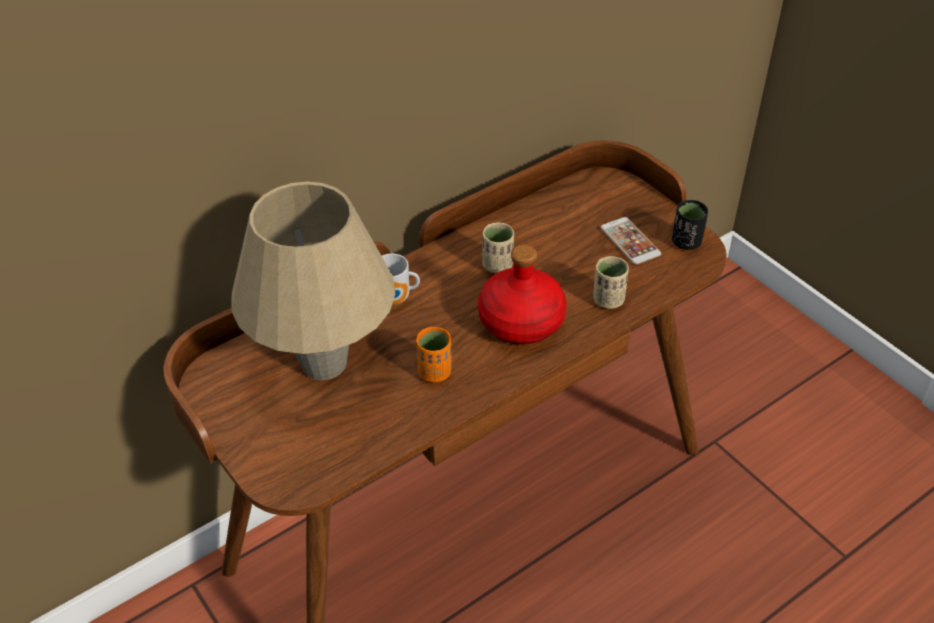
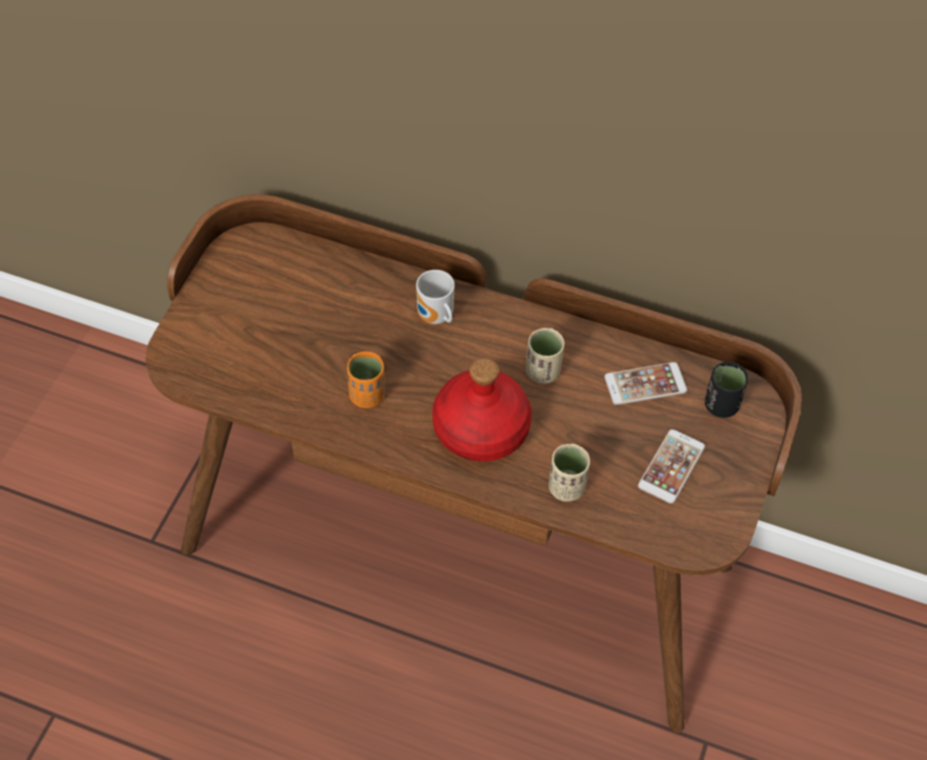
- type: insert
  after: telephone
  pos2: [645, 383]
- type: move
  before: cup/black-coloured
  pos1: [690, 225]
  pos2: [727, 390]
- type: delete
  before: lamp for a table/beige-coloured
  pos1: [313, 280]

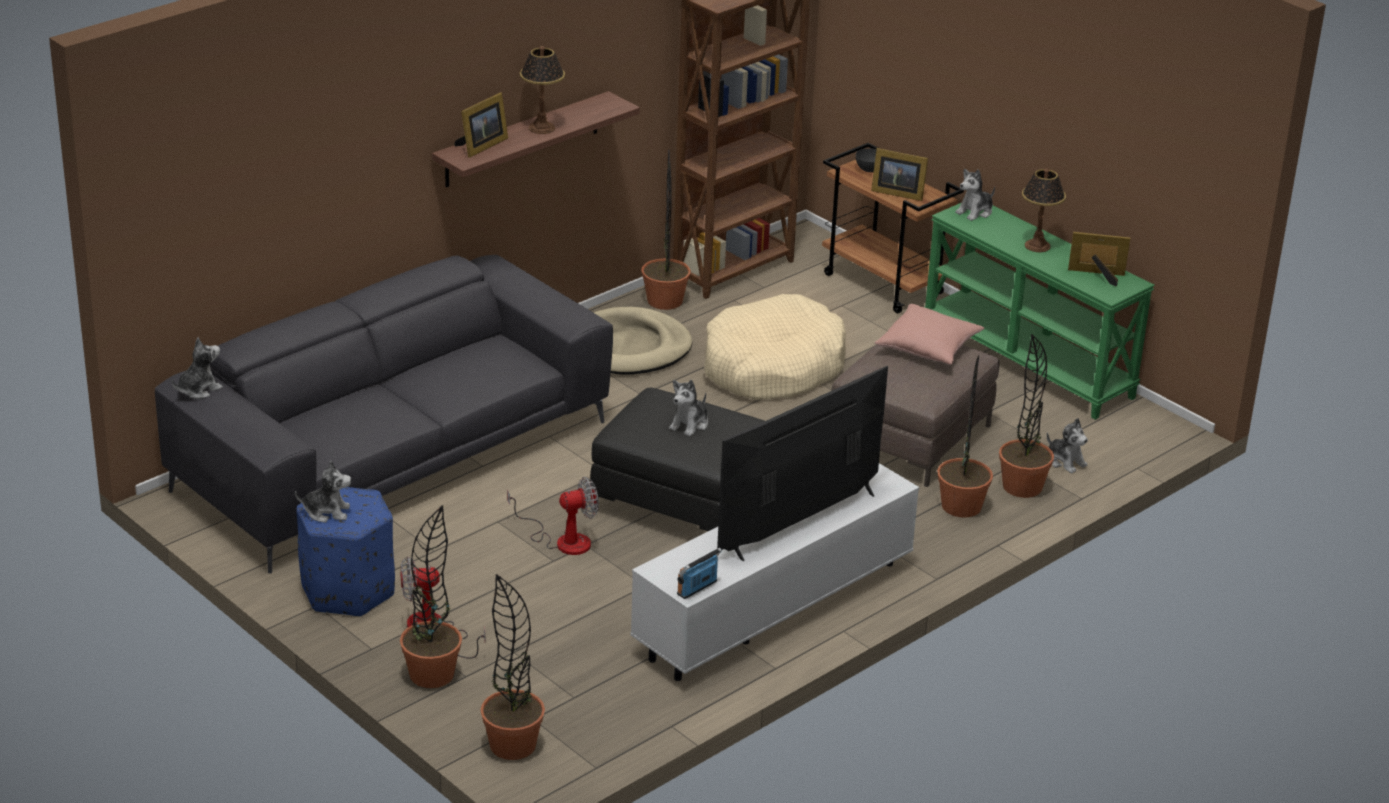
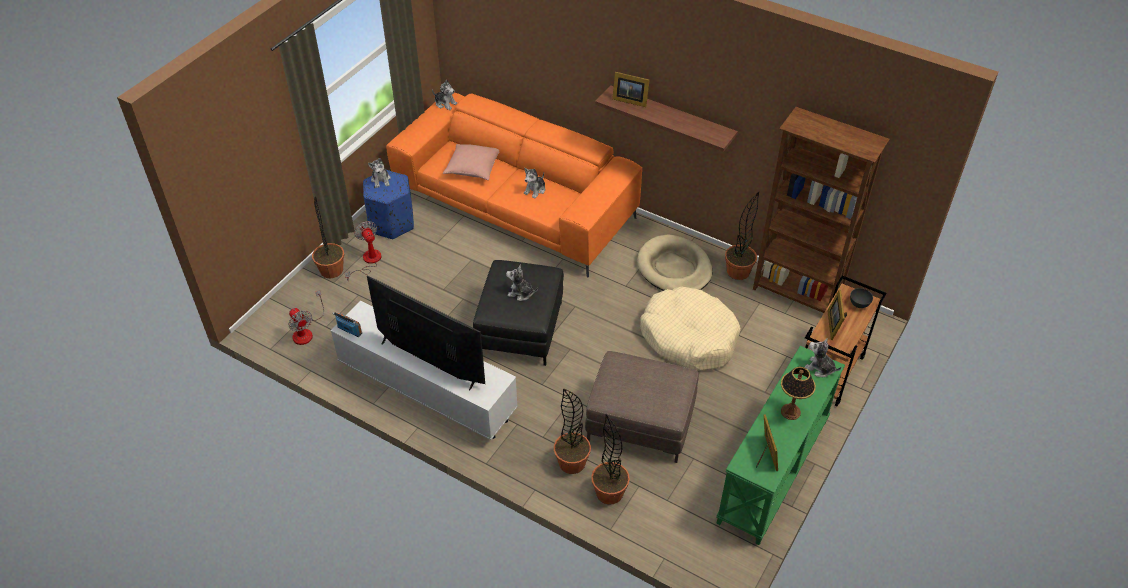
- type: move
  before: electric fan
  pos1: [553, 516]
  pos2: [306, 317]
- type: recolor
  before: couch/grey
  after: couch/orangey
  pos1: [384, 414]
  pos2: [514, 185]
- type: move
  before: cushion/pink
  pos1: [929, 334]
  pos2: [471, 162]
- type: move
  before: cuddly toy
  pos1: [1067, 445]
  pos2: [534, 183]
- type: delete
  before: potted plant
  pos1: [513, 667]
- type: delete
  before: lamp for a table
  pos1: [542, 90]

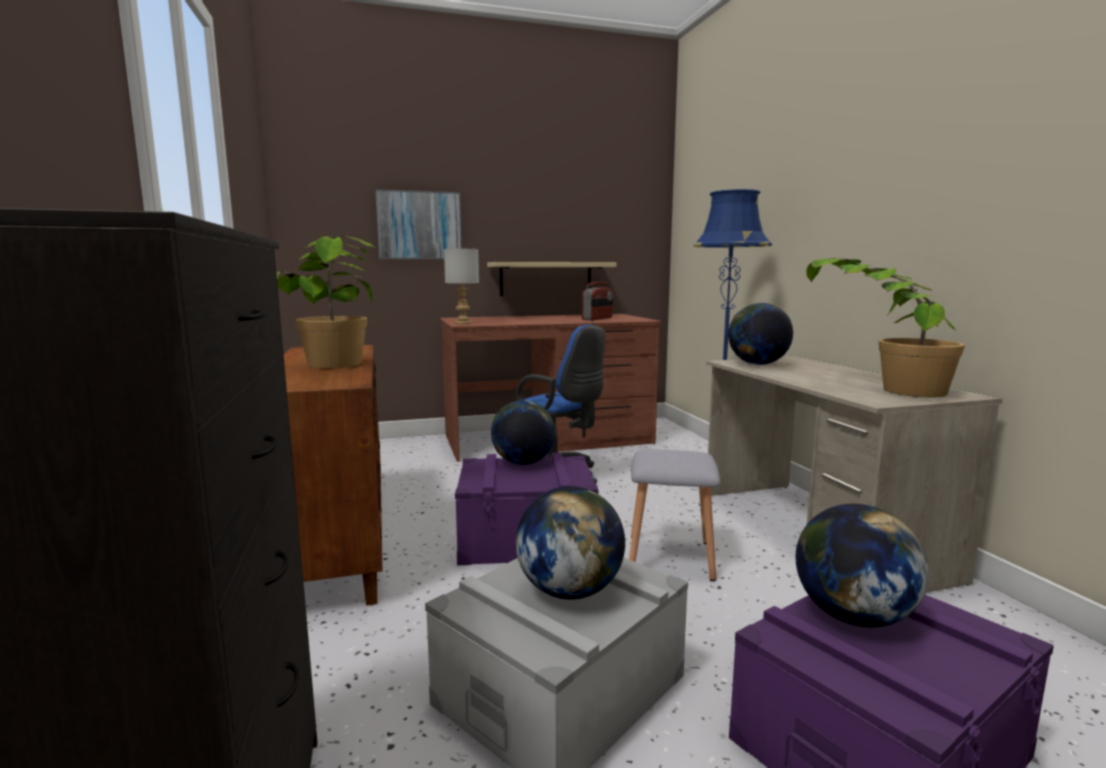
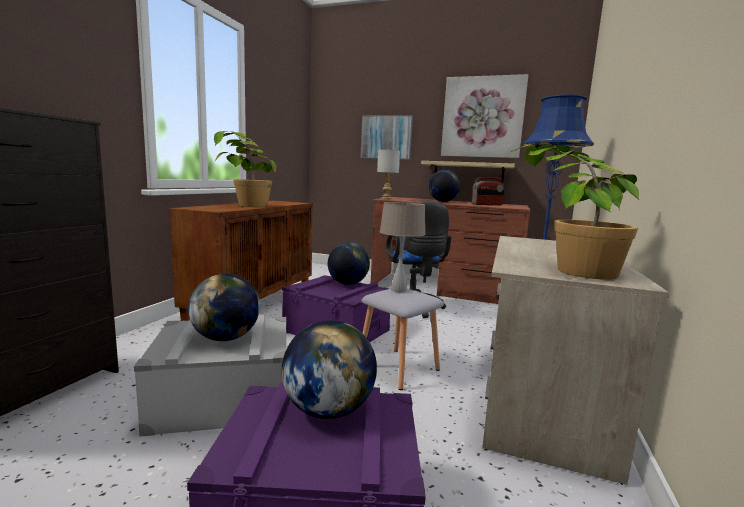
- type: insert
  after: lamp for a table/beige-coloured
  pos2: [402, 246]
- type: move
  before: desk globe
  pos1: [760, 334]
  pos2: [445, 186]
- type: insert
  after: wall art
  pos2: [485, 116]

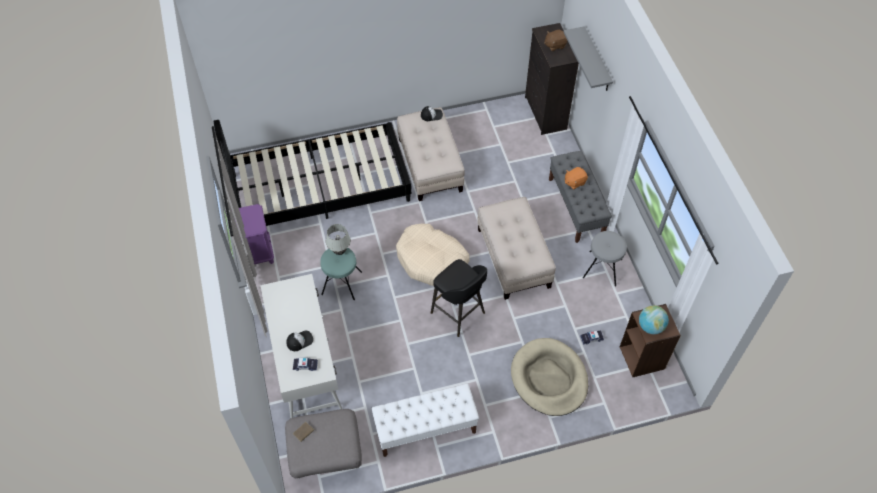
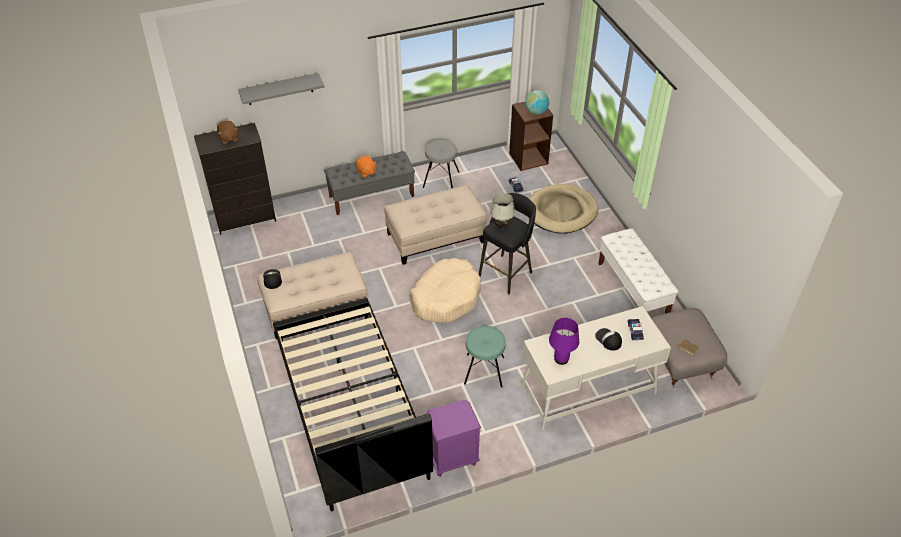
- type: move
  before: lamp for a table/white
  pos1: [338, 239]
  pos2: [502, 210]
- type: insert
  after: lamp for a table/purple-coloured
  pos2: [564, 341]

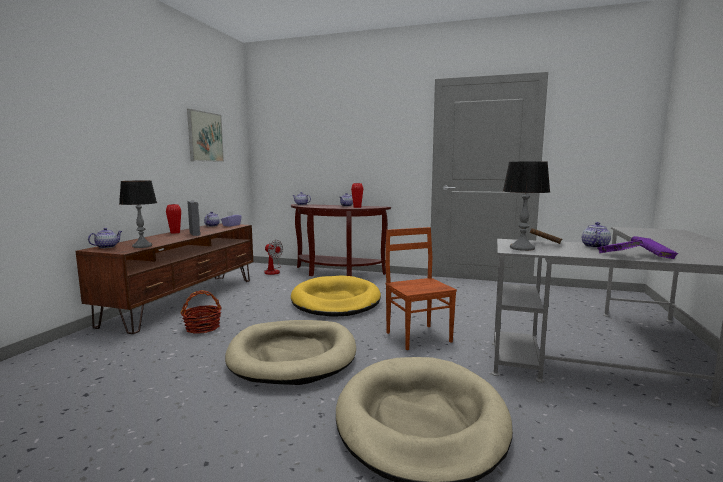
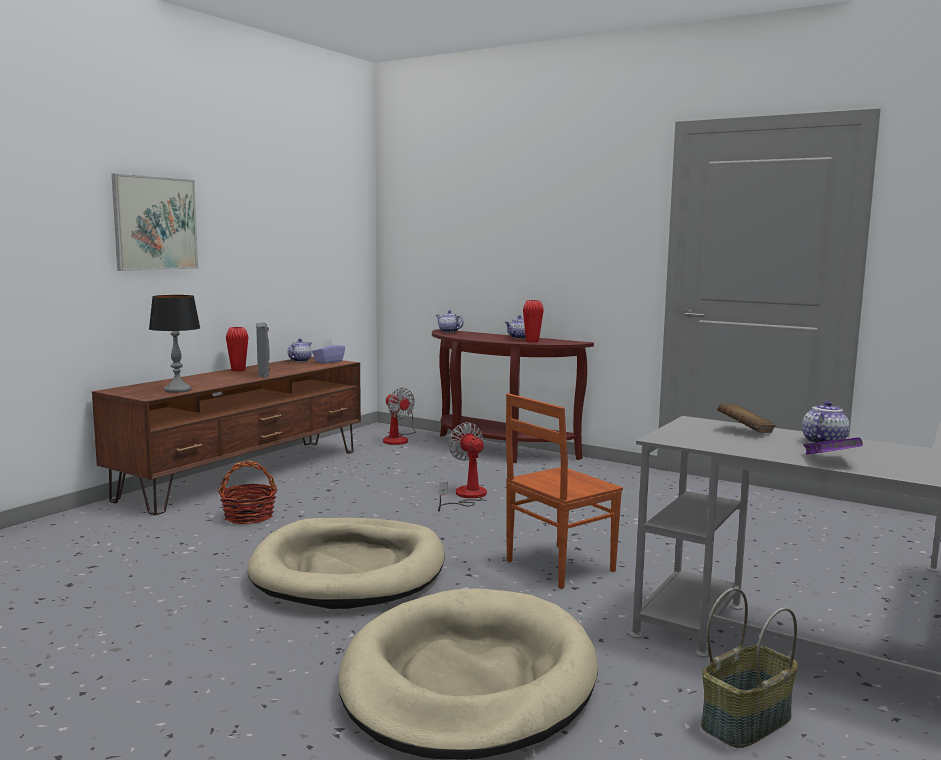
- type: move
  before: wall art
  pos1: [205, 135]
  pos2: [155, 222]
- type: replace
  before: dog bed/yellowish
  after: electric fan
  pos1: [336, 296]
  pos2: [462, 466]
- type: rotate
  before: chair/brown
  pos1: [421, 288]
  pos2: [564, 491]
  turn: -120
- type: insert
  after: storage basket
  pos2: [749, 668]
- type: delete
  before: tea pot
  pos1: [105, 238]
- type: delete
  before: lamp for a table
  pos1: [526, 206]
- type: delete
  before: book/purple-coloured
  pos1: [654, 247]

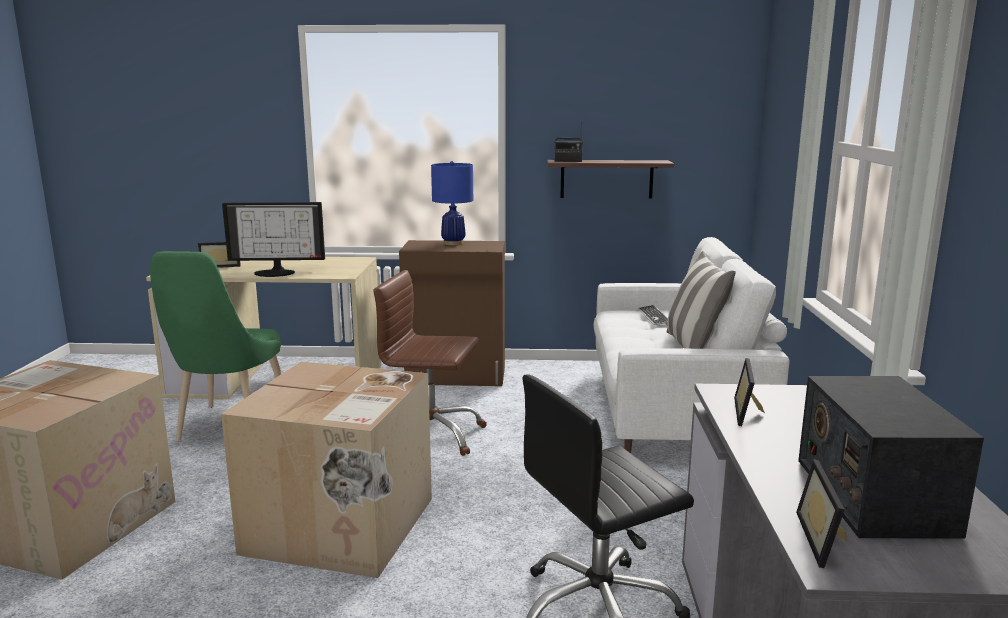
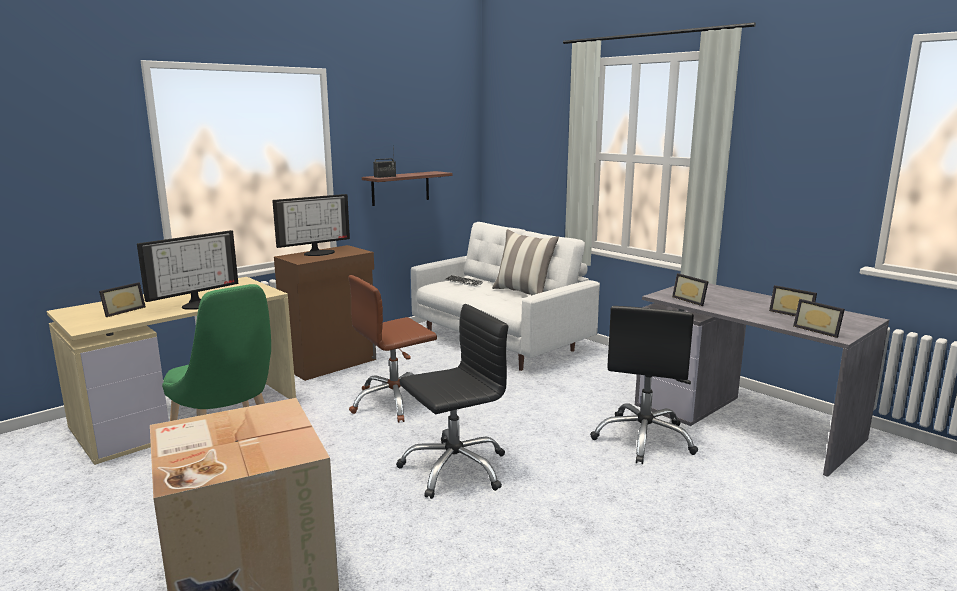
- type: replace
  before: lamp for a table/blue-coloured
  after: monitor
  pos1: [452, 203]
  pos2: [311, 225]
- type: replace
  before: packing box
  after: computer chair/black-coloured
  pos1: [326, 470]
  pos2: [452, 401]
- type: replace
  before: radio set
  after: standing frame
  pos1: [891, 457]
  pos2: [793, 300]

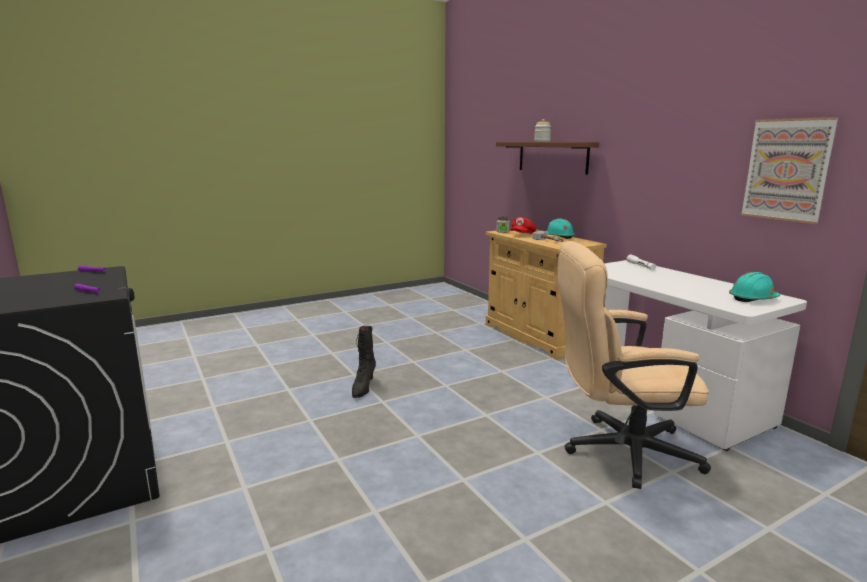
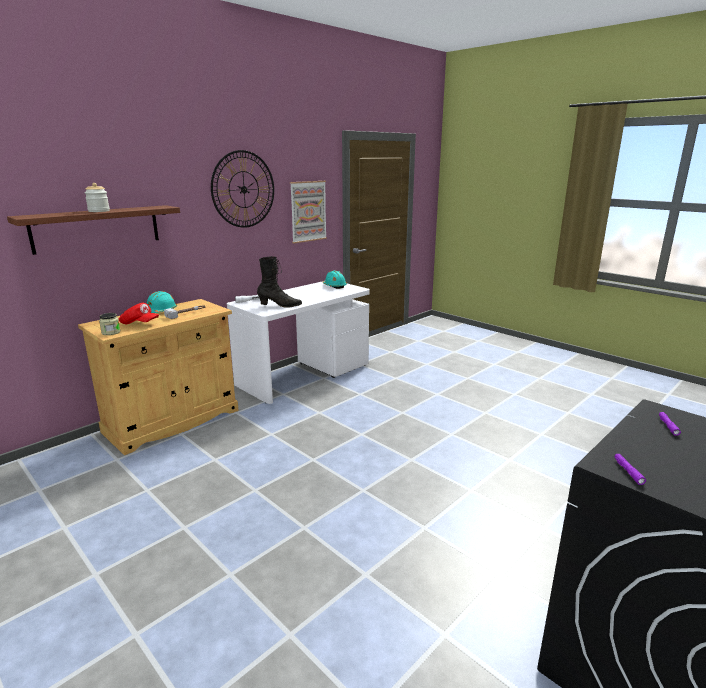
- type: insert
  after: wall clock
  pos2: [242, 189]
- type: move
  before: boot/black-coloured
  pos1: [364, 362]
  pos2: [279, 282]
- type: delete
  before: computer chair/beige-coloured
  pos1: [634, 365]

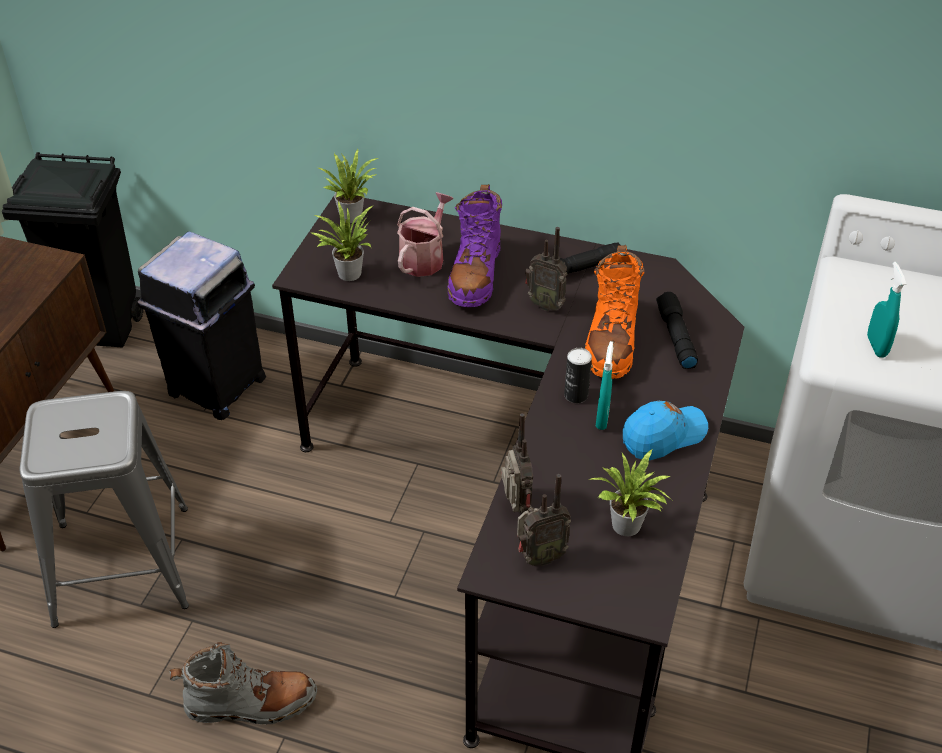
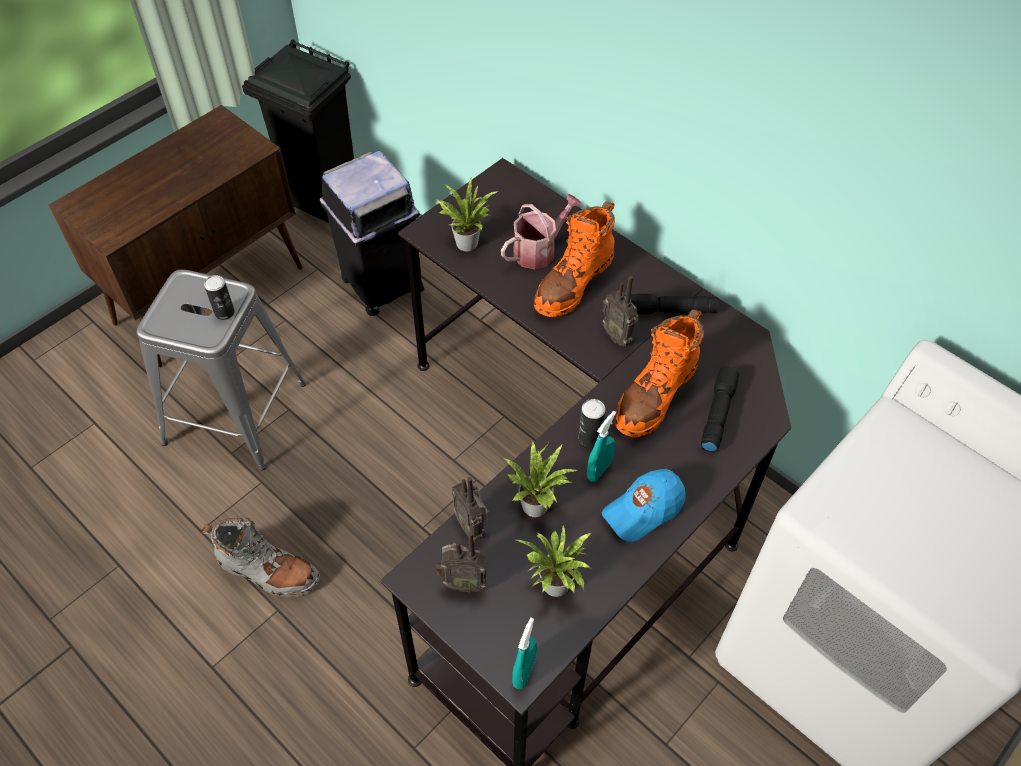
- type: insert
  after: can
  pos2: [219, 297]
- type: rotate
  before: radio set
  pos1: [517, 463]
  pos2: [470, 509]
  turn: 135
- type: move
  before: potted plant
  pos1: [348, 186]
  pos2: [540, 479]
- type: move
  before: spray bottle/turquoise
  pos1: [886, 310]
  pos2: [524, 653]
- type: recolor
  before: boot/purple-coloured
  after: boot/orangey
  pos1: [475, 245]
  pos2: [574, 259]
- type: rotate
  before: baseball cap/blue-coloured
  pos1: [665, 430]
  pos2: [643, 505]
  turn: 150

